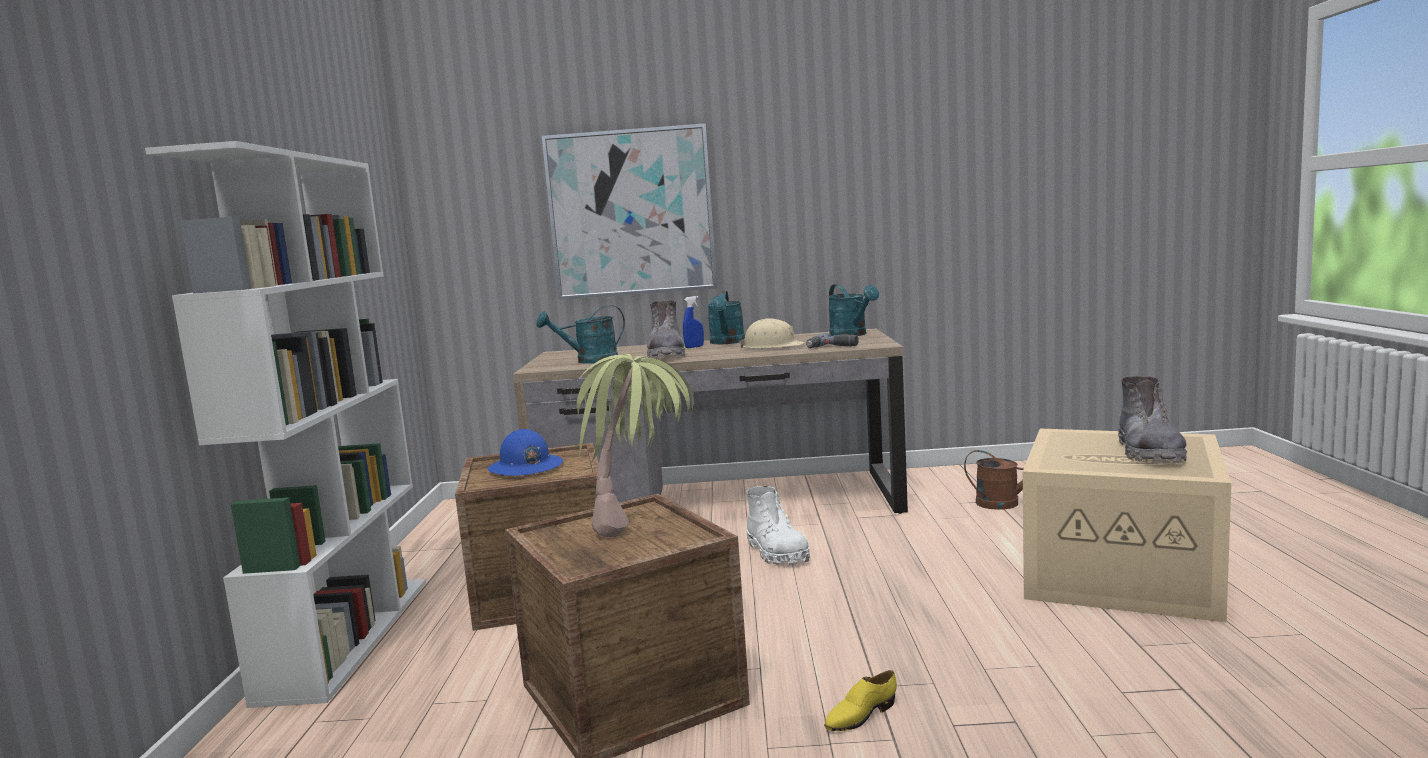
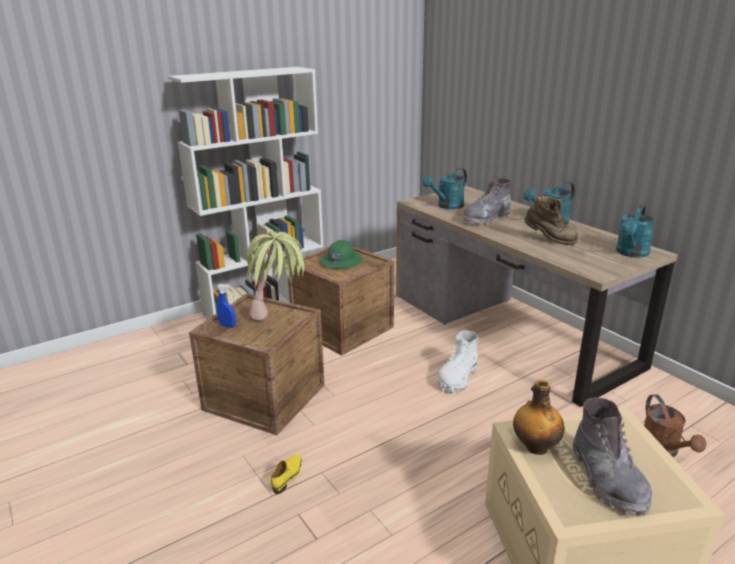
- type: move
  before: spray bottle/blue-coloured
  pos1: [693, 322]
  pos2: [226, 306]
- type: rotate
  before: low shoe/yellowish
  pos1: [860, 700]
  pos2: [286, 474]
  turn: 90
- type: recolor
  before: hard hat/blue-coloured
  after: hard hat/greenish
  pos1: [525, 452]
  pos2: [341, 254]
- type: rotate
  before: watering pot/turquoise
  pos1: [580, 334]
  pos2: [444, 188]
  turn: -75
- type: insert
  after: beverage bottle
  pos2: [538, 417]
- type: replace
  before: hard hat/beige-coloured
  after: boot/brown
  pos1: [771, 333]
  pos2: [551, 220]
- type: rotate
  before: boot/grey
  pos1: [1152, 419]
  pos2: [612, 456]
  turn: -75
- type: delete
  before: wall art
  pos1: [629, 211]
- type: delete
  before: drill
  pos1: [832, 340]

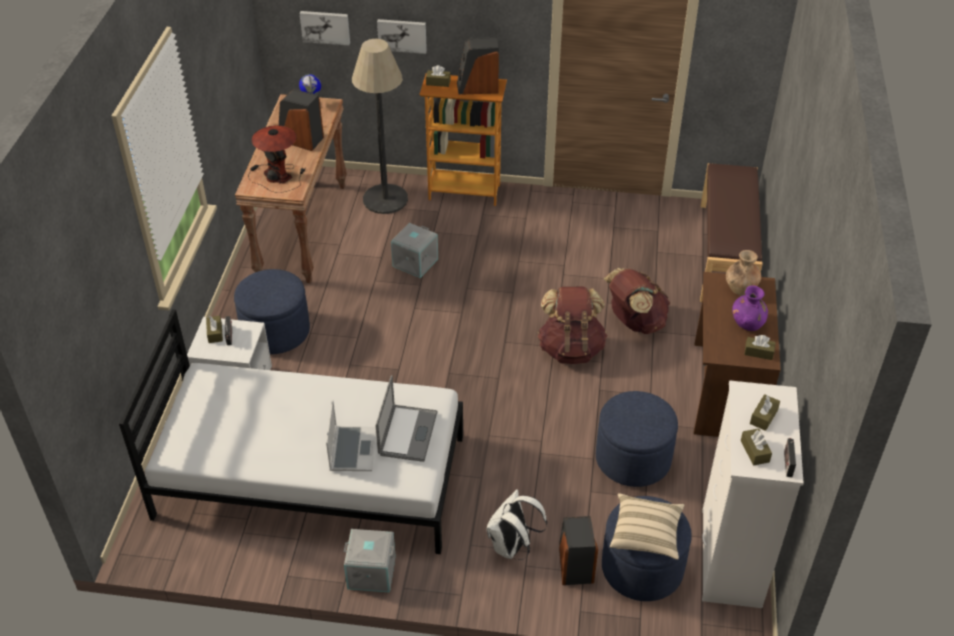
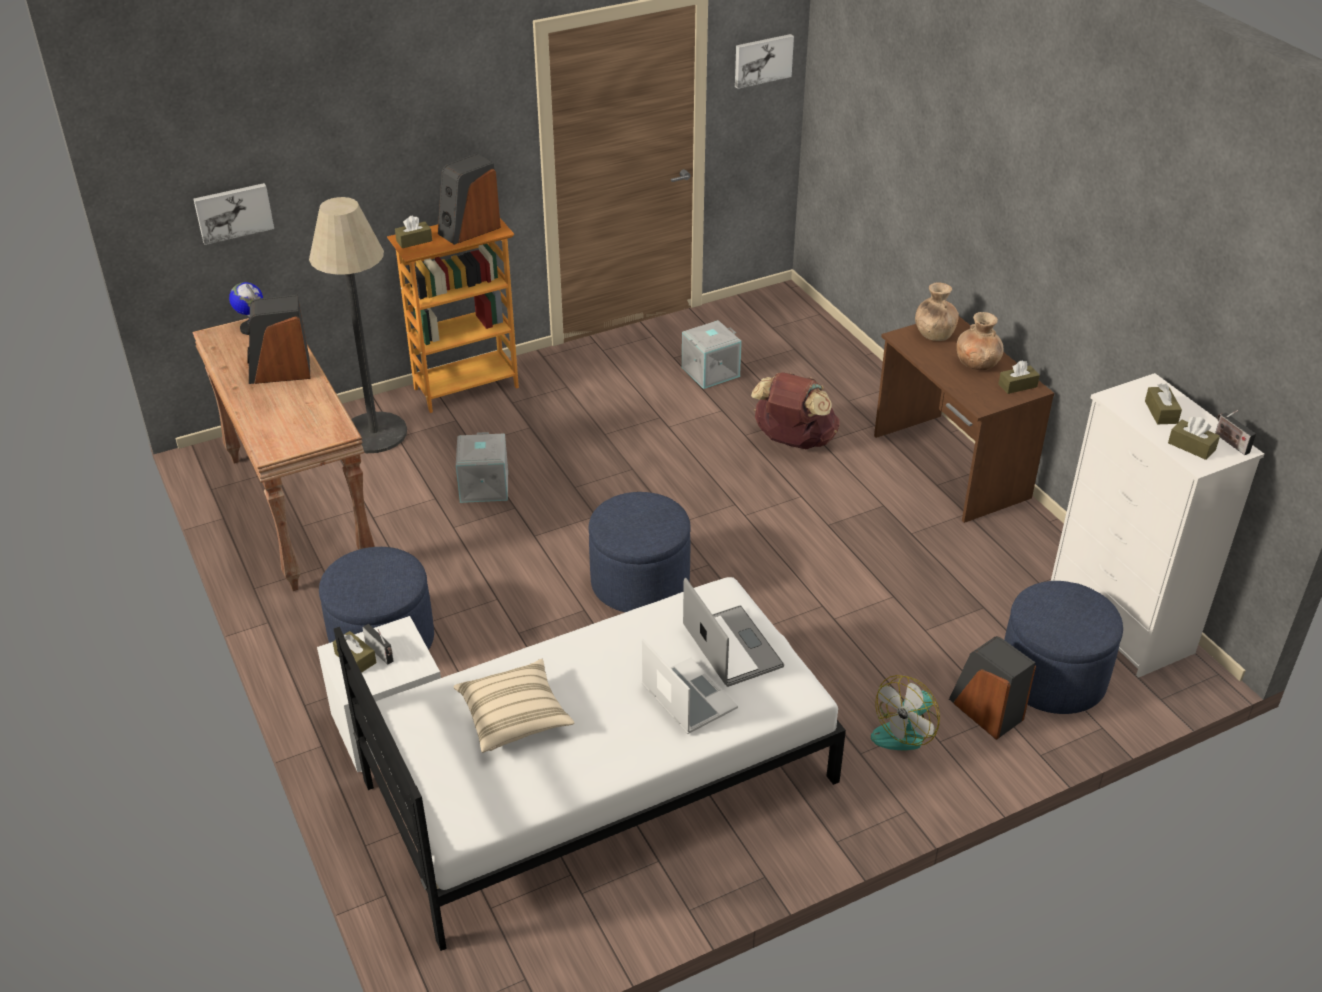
- type: move
  before: cushion/beige-coloured
  pos1: [647, 526]
  pos2: [513, 706]
- type: move
  before: ottoman/blue-coloured
  pos1: [637, 439]
  pos2: [639, 552]
- type: move
  before: storage box/grey
  pos1: [370, 561]
  pos2: [712, 354]
- type: move
  before: wall art
  pos1: [402, 36]
  pos2: [764, 61]
- type: replace
  before: backpack/white
  after: electric fan
  pos1: [517, 524]
  pos2: [905, 713]
- type: recolor
  before: flower vase/purple-coloured
  after: flower vase/brown
  pos1: [750, 308]
  pos2: [980, 341]
- type: delete
  before: lamp for a table
  pos1: [277, 159]
- type: delete
  before: backpack/brown
  pos1: [572, 325]
- type: delete
  before: long seat/brown
  pos1: [731, 232]

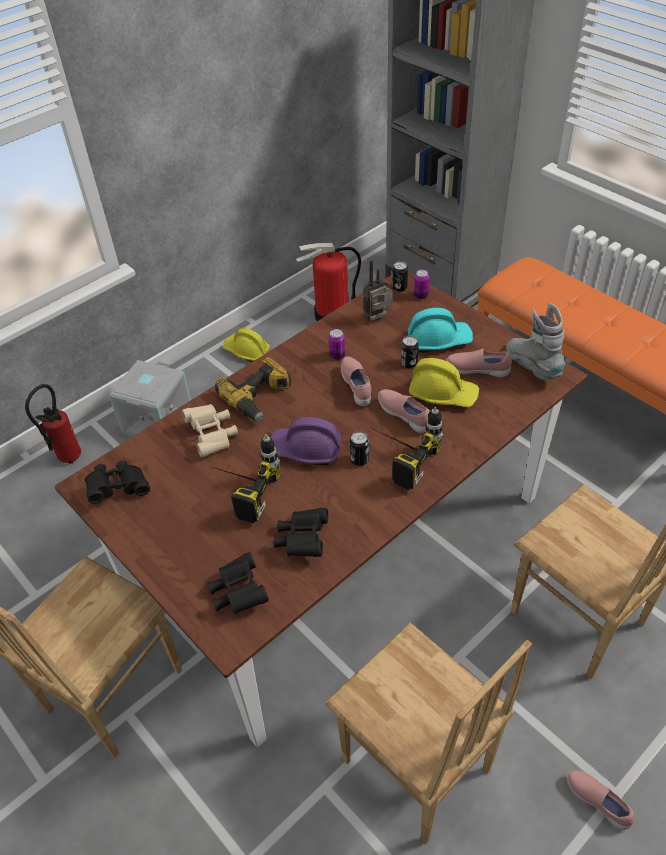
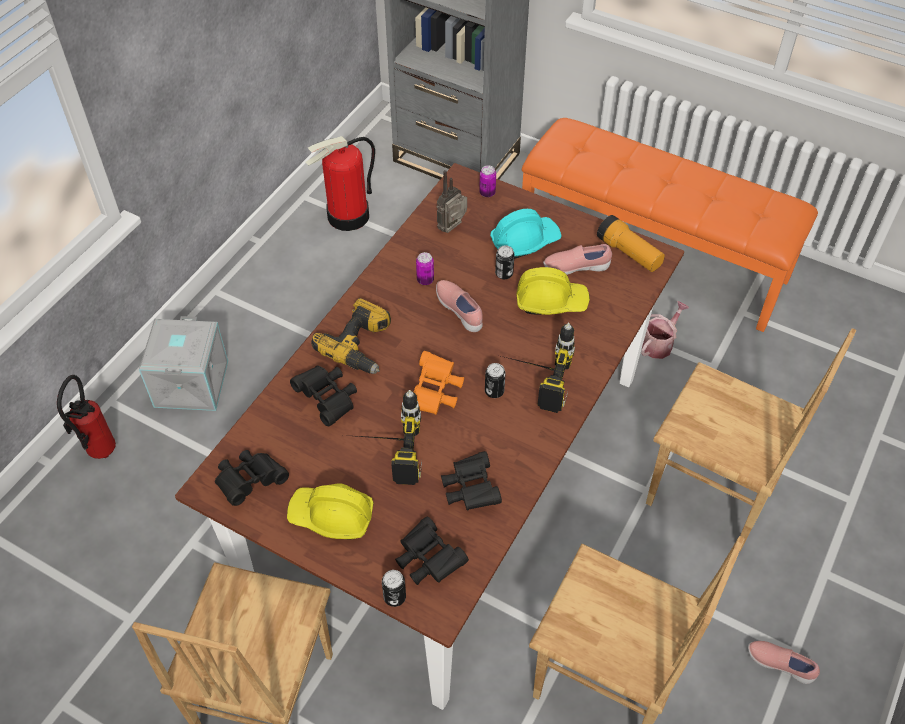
- type: move
  before: hard hat/yellowish
  pos1: [246, 345]
  pos2: [330, 512]
- type: recolor
  before: binoculars/beige-coloured
  after: binoculars/black-coloured
  pos1: [210, 430]
  pos2: [323, 395]
- type: move
  before: can
  pos1: [400, 276]
  pos2: [394, 588]
- type: replace
  before: hard hat/purple-coloured
  after: binoculars/orangey
  pos1: [306, 441]
  pos2: [439, 383]
- type: replace
  before: boot/grey
  after: hand torch
  pos1: [535, 341]
  pos2: [631, 243]
- type: insert
  after: watering pot
  pos2: [665, 330]
- type: delete
  before: low shoe/pink
  pos1: [404, 411]

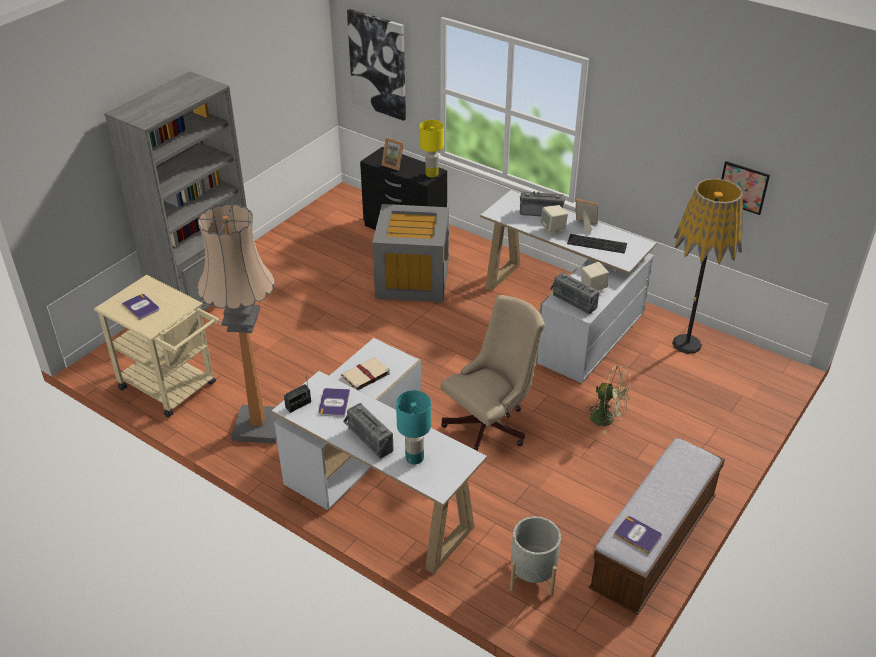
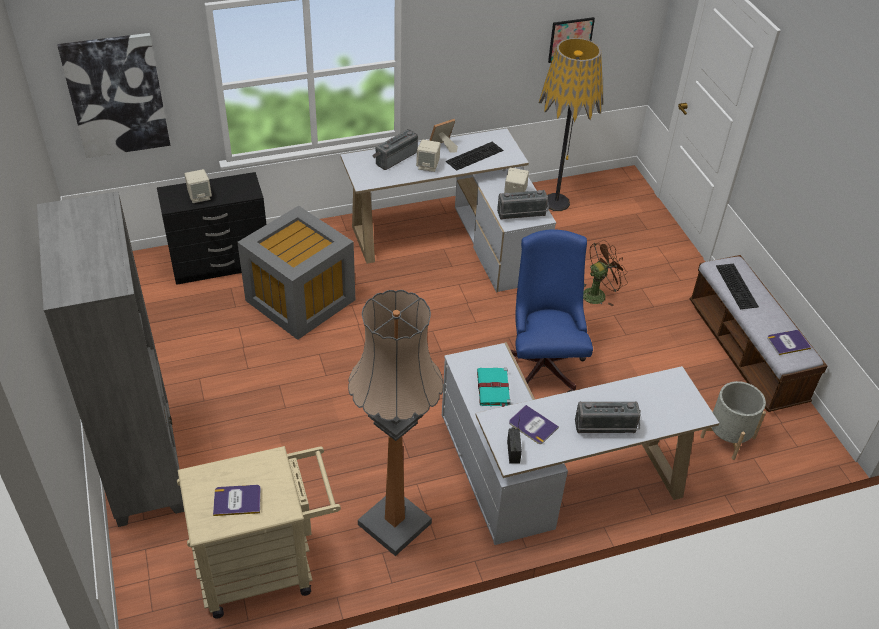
- type: replace
  before: standing frame
  after: audio speaker/beige-coloured
  pos1: [393, 154]
  pos2: [198, 186]
- type: recolor
  before: book/beige-coloured
  after: book/turquoise
  pos1: [365, 374]
  pos2: [494, 387]
- type: recolor
  before: computer chair/beige-coloured
  after: computer chair/blue-coloured
  pos1: [493, 373]
  pos2: [551, 310]
- type: recolor
  before: electric fan/greenish
  after: electric fan/brown
  pos1: [608, 399]
  pos2: [605, 273]
- type: insert
  after: PC keyboard
  pos2: [737, 286]
- type: delete
  before: lamp for a table/turquoise
  pos1: [413, 427]
- type: delete
  before: lamp for a table/yellowish
  pos1: [432, 148]

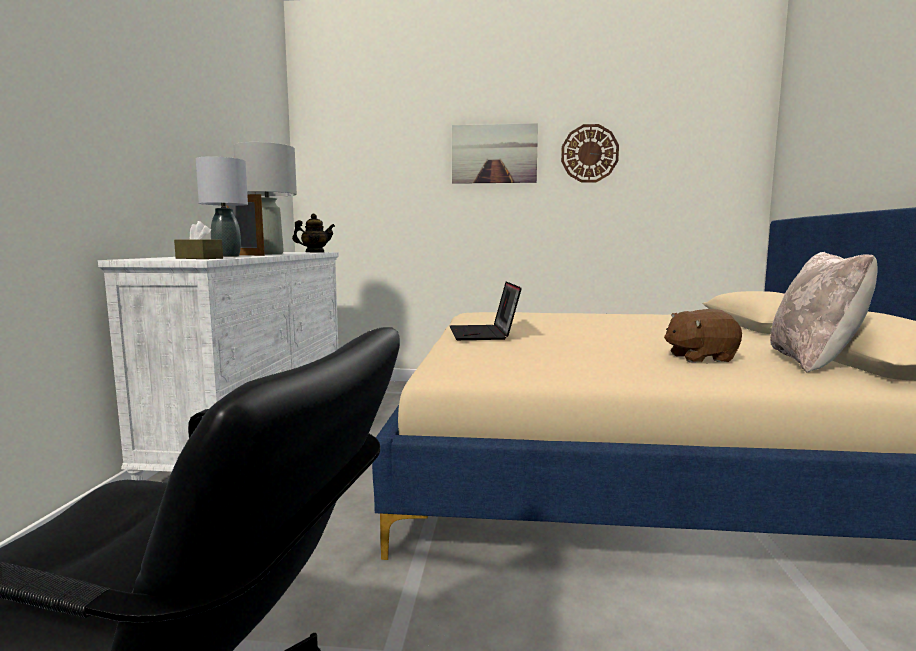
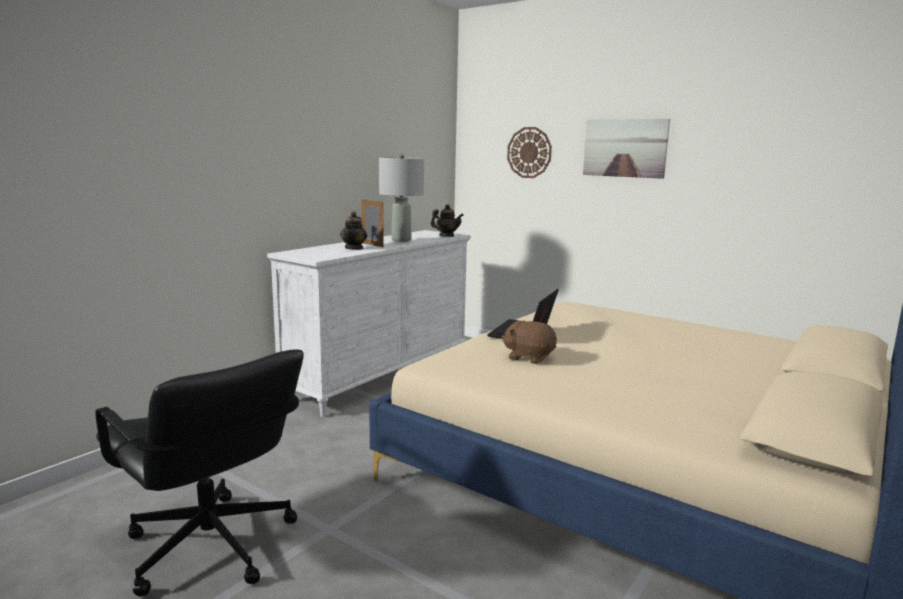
- type: replace
  before: lamp for a table/grey
  after: tea pot
  pos1: [222, 206]
  pos2: [353, 230]
- type: move
  before: cuddly toy/brown
  pos1: [703, 335]
  pos2: [529, 342]
- type: move
  before: wall clock
  pos1: [590, 153]
  pos2: [529, 152]
- type: delete
  before: tissue box/brown
  pos1: [198, 240]
- type: delete
  before: cushion/beige-coloured
  pos1: [823, 312]

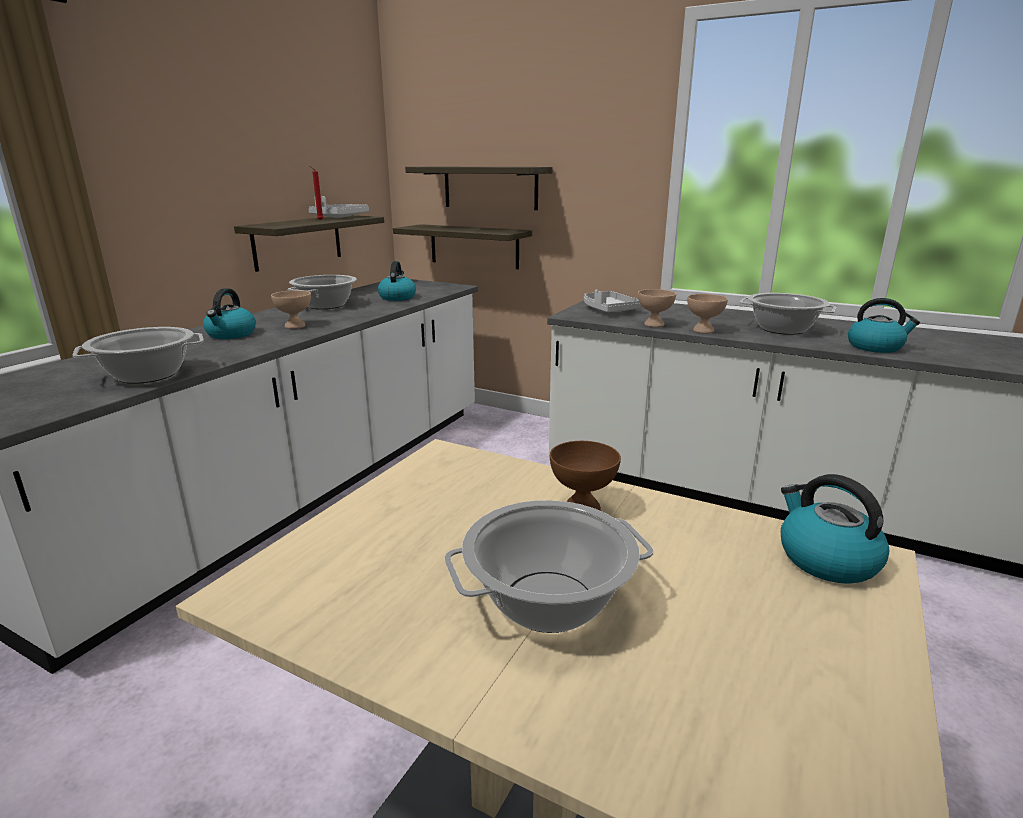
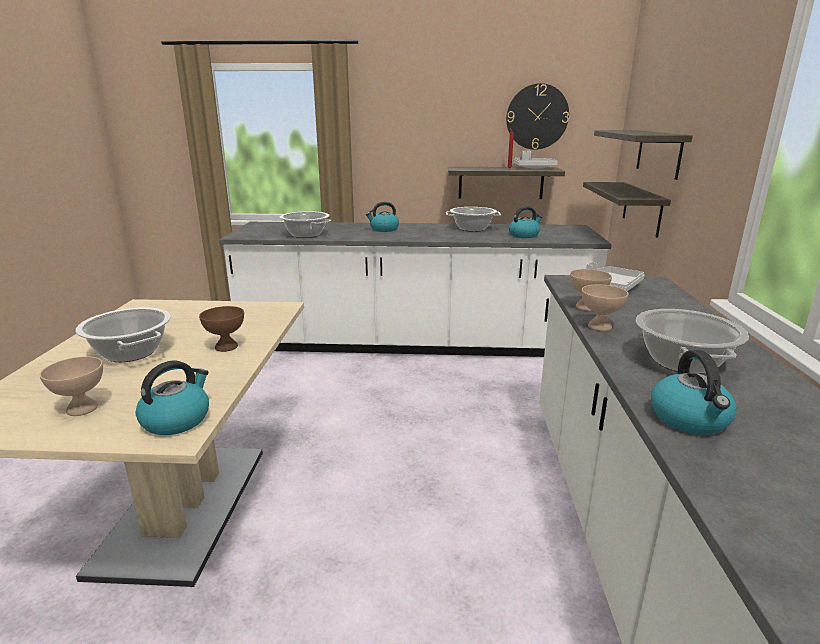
- type: move
  before: serving bowl/beige-coloured
  pos1: [291, 309]
  pos2: [71, 386]
- type: insert
  after: wall clock
  pos2: [537, 116]

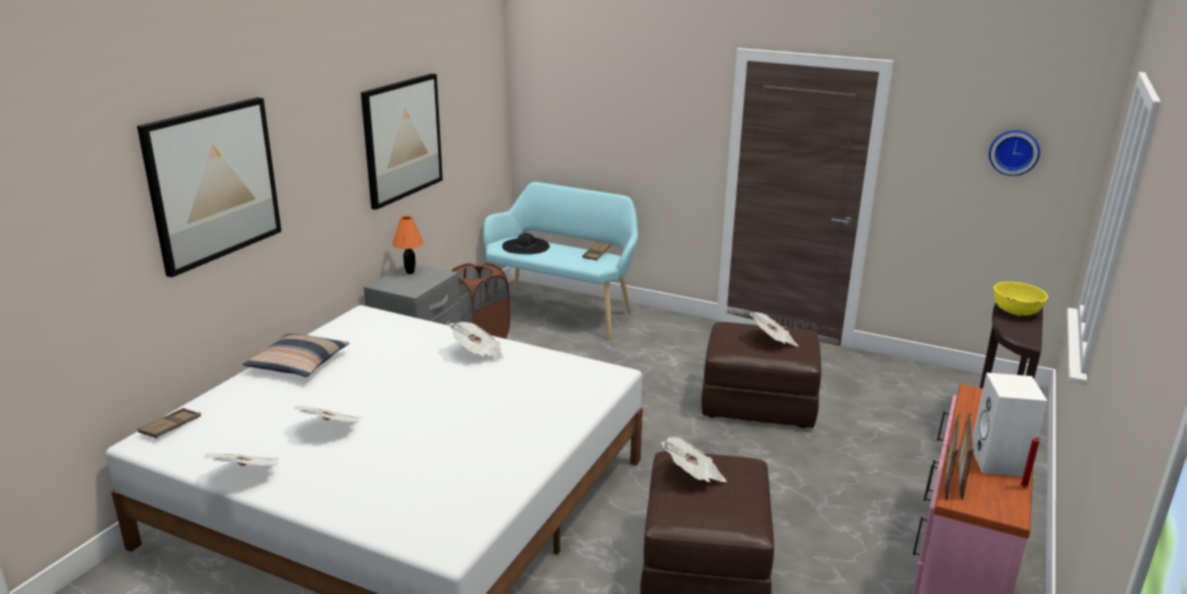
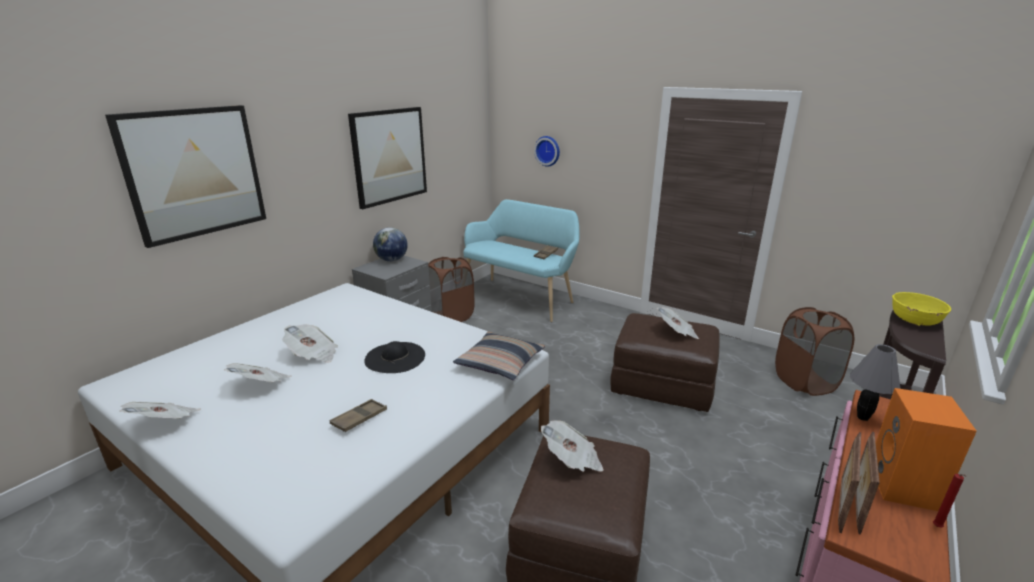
- type: move
  before: daily paper
  pos1: [476, 340]
  pos2: [310, 344]
- type: move
  before: tray/brown
  pos1: [169, 423]
  pos2: [358, 415]
- type: move
  before: hat/black-coloured
  pos1: [526, 243]
  pos2: [394, 357]
- type: replace
  before: lamp for a table/orangey
  after: desk globe
  pos1: [408, 245]
  pos2: [390, 244]
- type: move
  before: cushion
  pos1: [296, 354]
  pos2: [499, 356]
- type: move
  before: wall clock
  pos1: [1014, 153]
  pos2: [547, 151]
- type: insert
  after: washing basket/brown
  pos2: [814, 351]
- type: insert
  after: lamp for a table/grey
  pos2: [875, 382]
- type: recolor
  before: audio speaker/white
  after: audio speaker/orangey
  pos1: [1010, 425]
  pos2: [926, 449]

